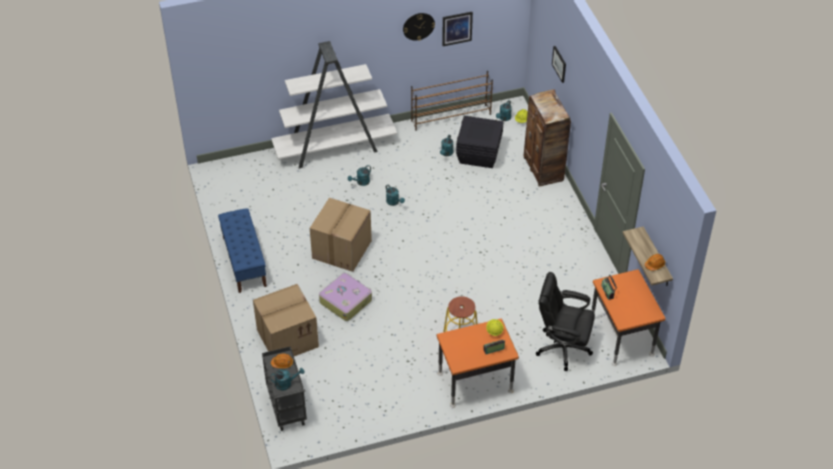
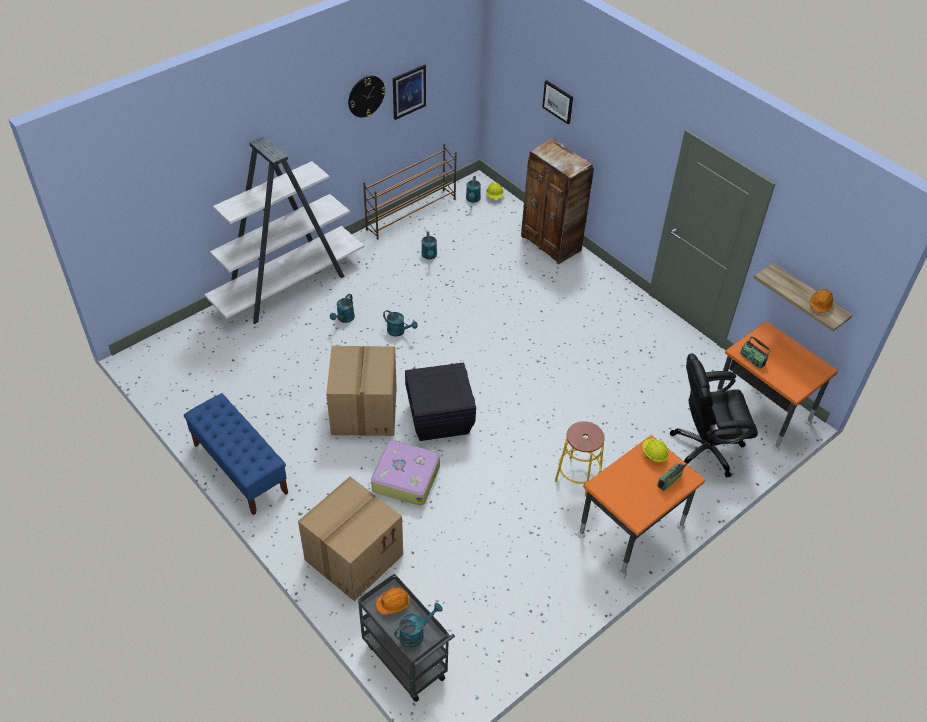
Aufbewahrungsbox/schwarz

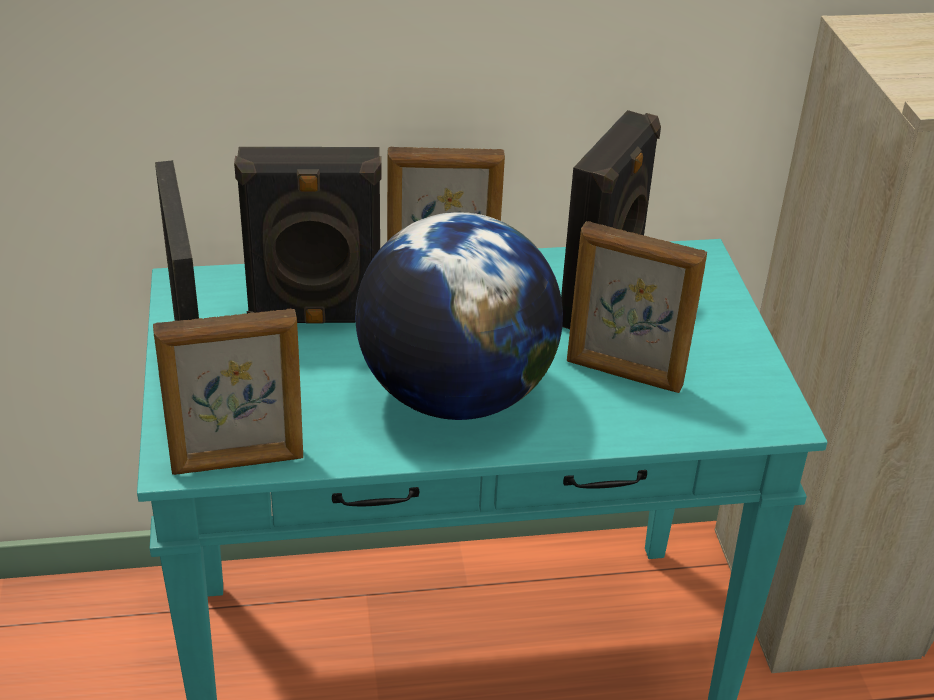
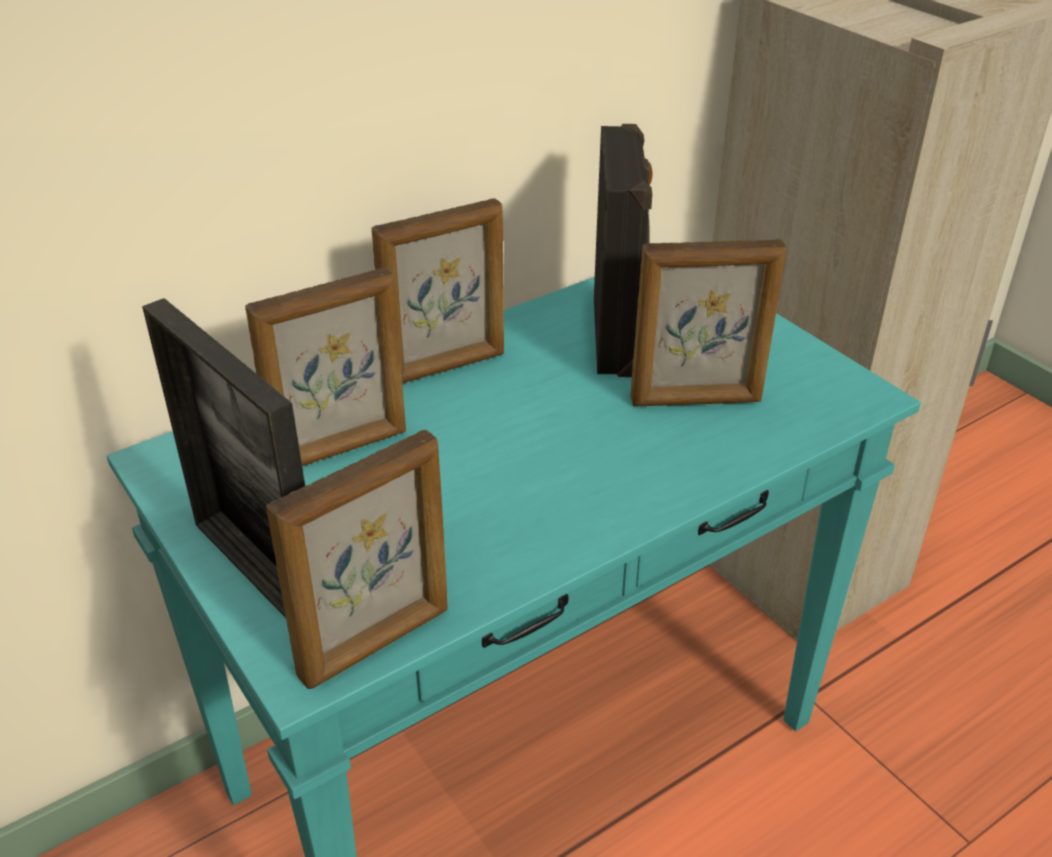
Globus
Bilderrahmen (no. 2 from left)

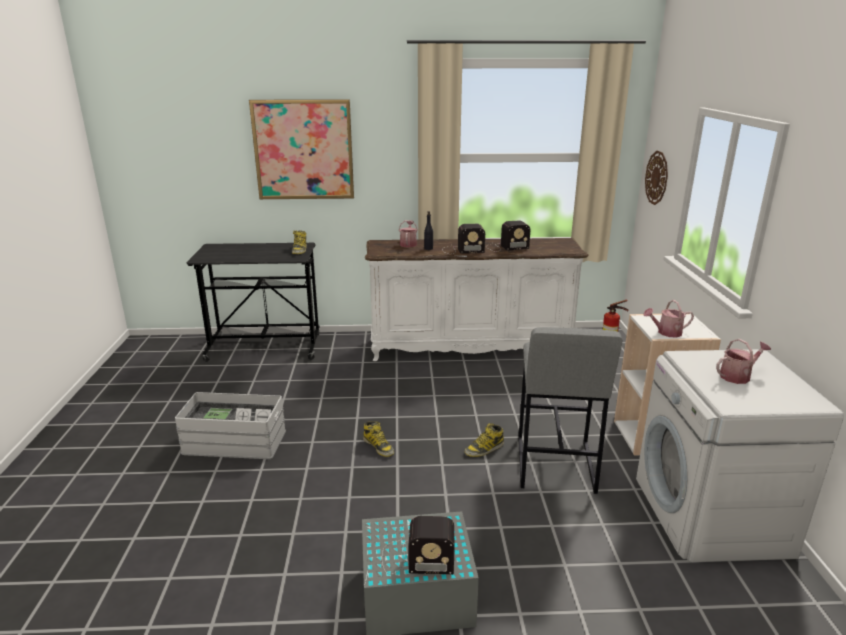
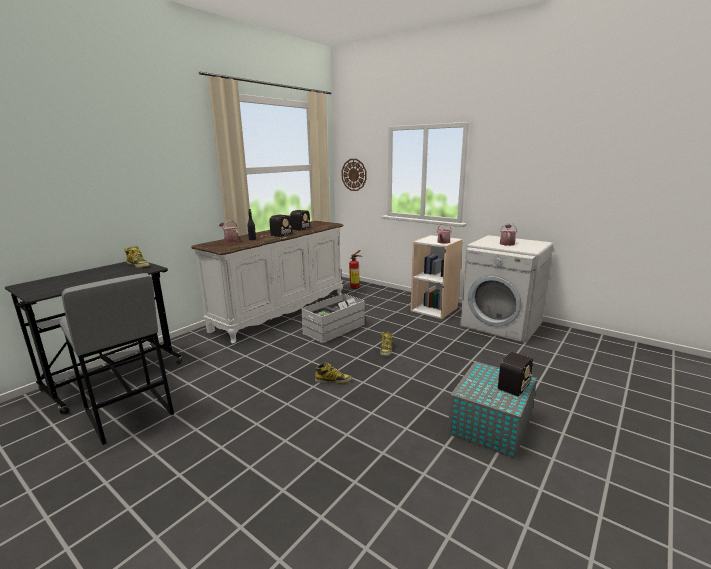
Bild
Aufbewahrungsbox/grau (no. 1 from left)
Hocker/grau

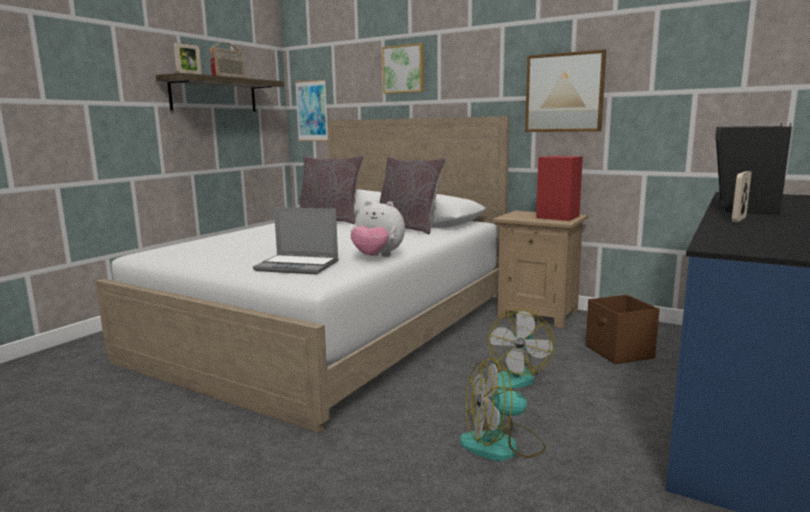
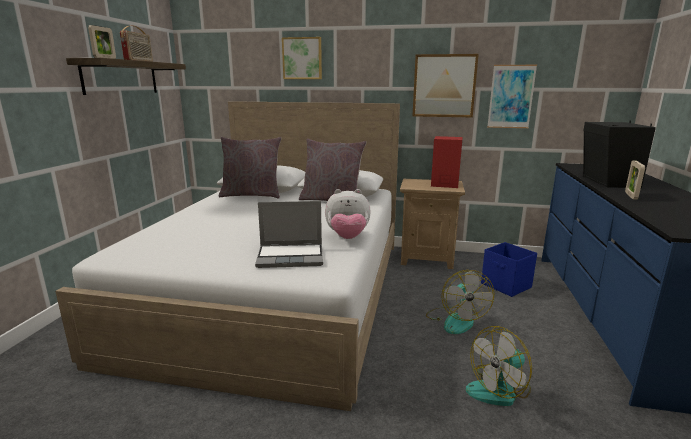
Bild (no. 3 from left)
Aufbewahrungsbox/blau

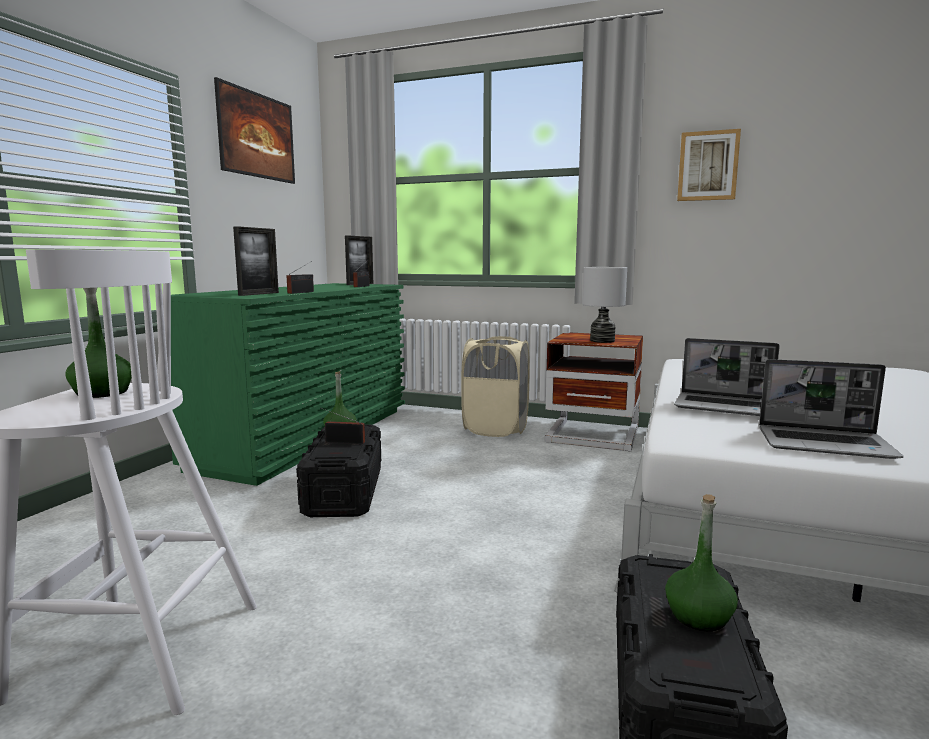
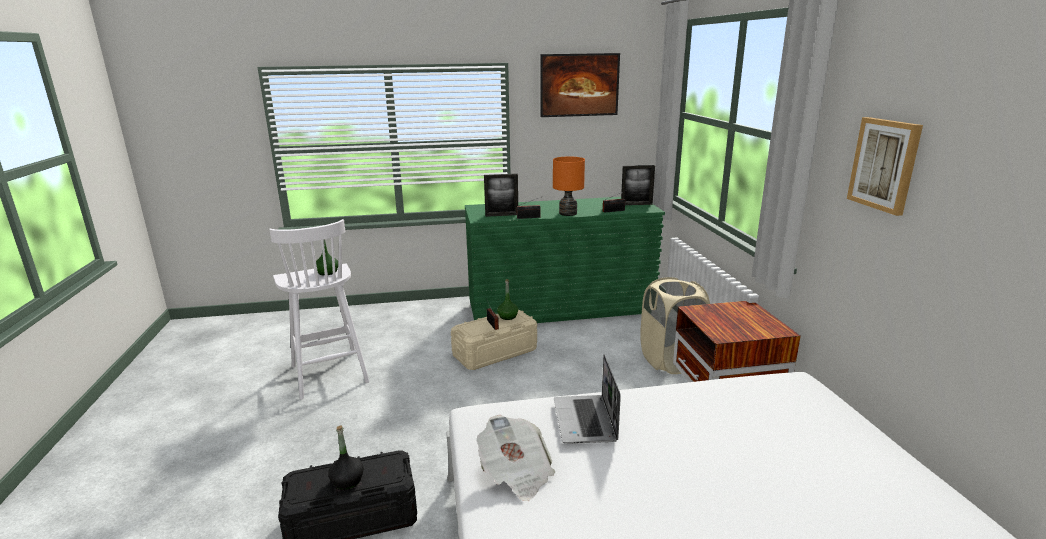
Tischlampe/grau
Tischlampe/orange
Zeitung
Aufbewahrungsbox/beige
Flasche/schwarz

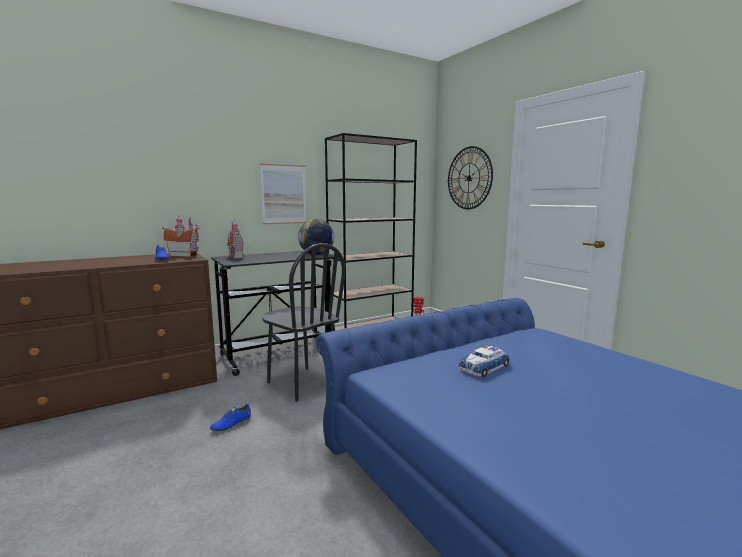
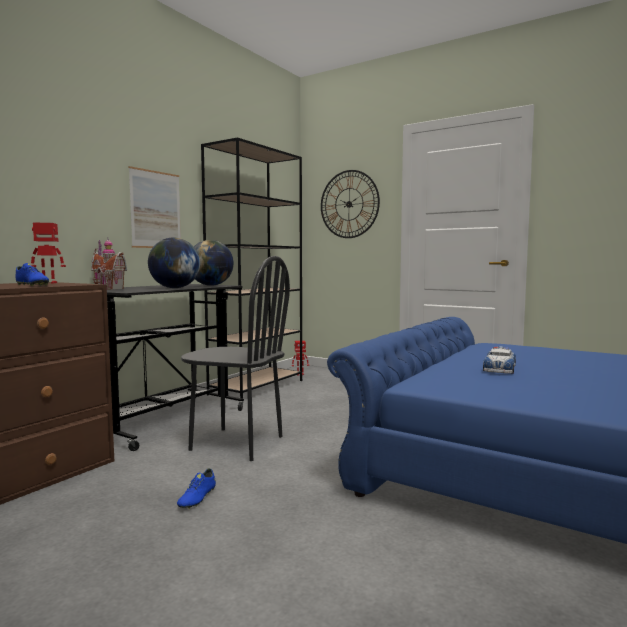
Globus (no. 1 from left)
Spielzeugroboter (no. 1 from left)

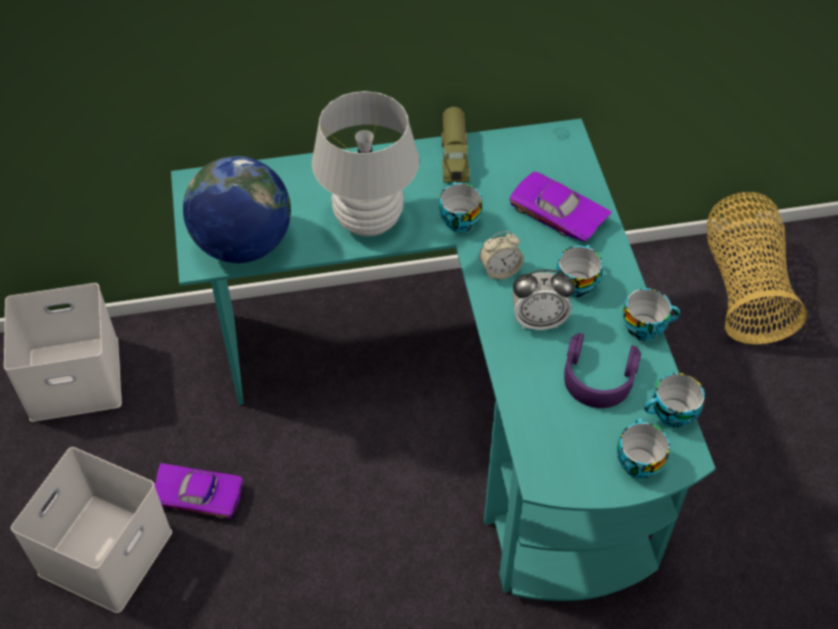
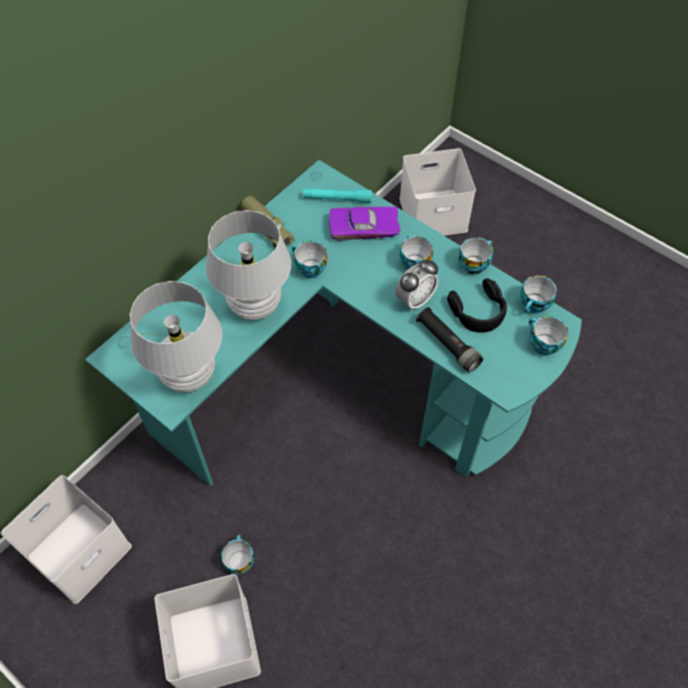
Wecker (no. 1 from left in the first image)
Taschenlampe/türkis
Taschenlampe/schwarz
Tasse (no. 1 from left)
Tischlampe/weiß (no. 1 from left)
Aufbewahrungsbox/weiß (no. 3 from left)
Kopfhörer/schwarz

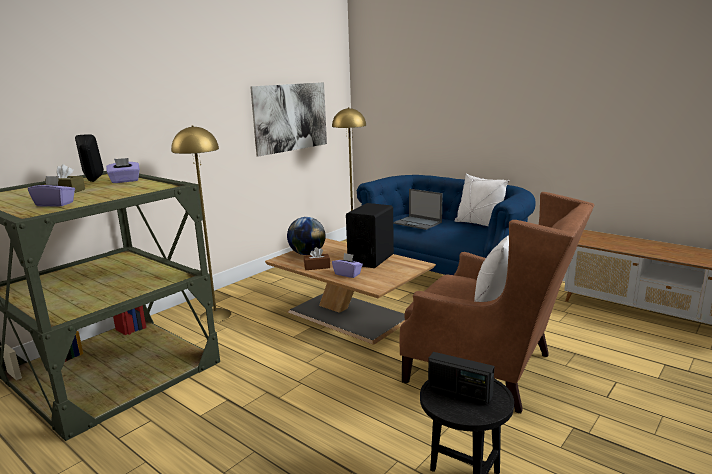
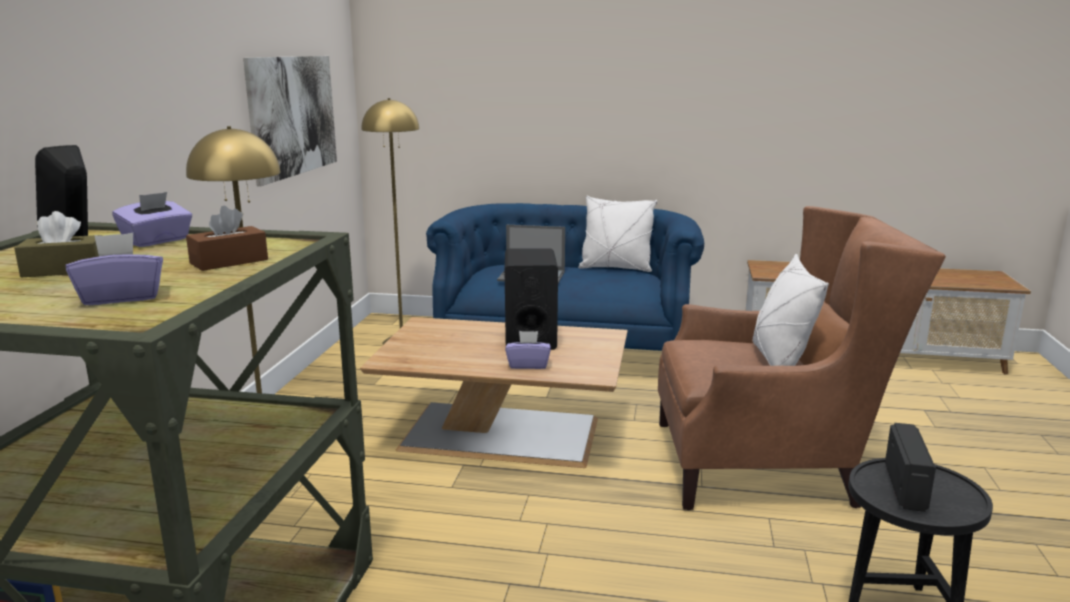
Globus
Taschentuchbox/braun (no. 2 from left)
Radio

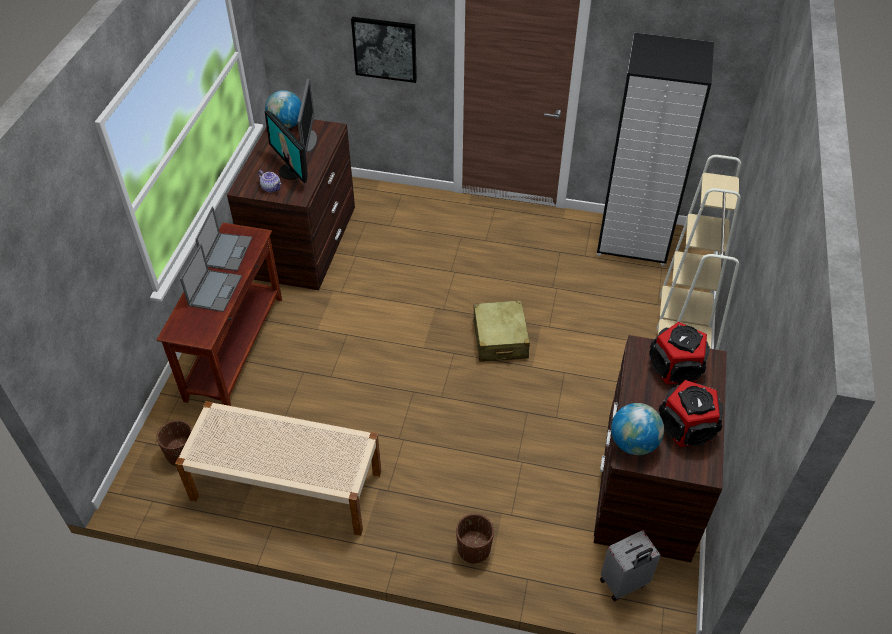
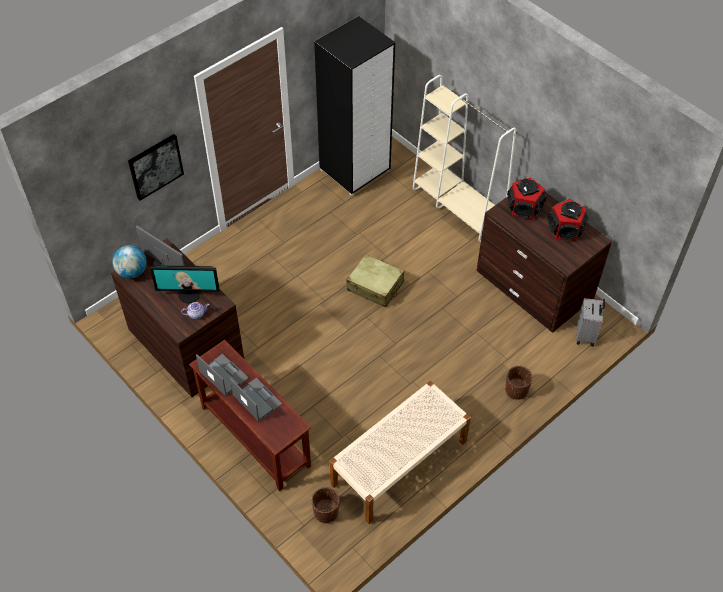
Globus (no. 2 from left in the first image)

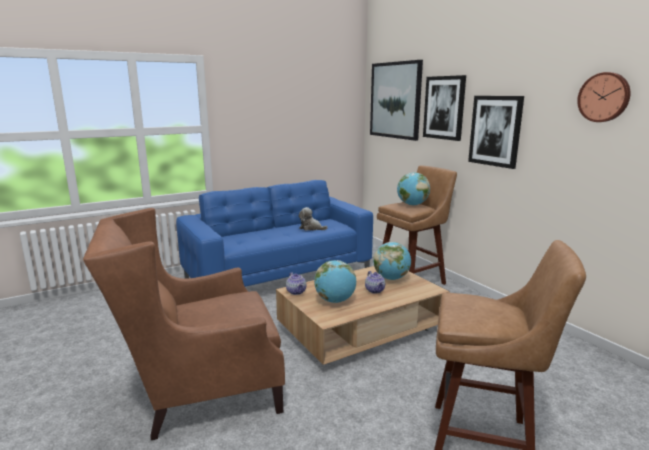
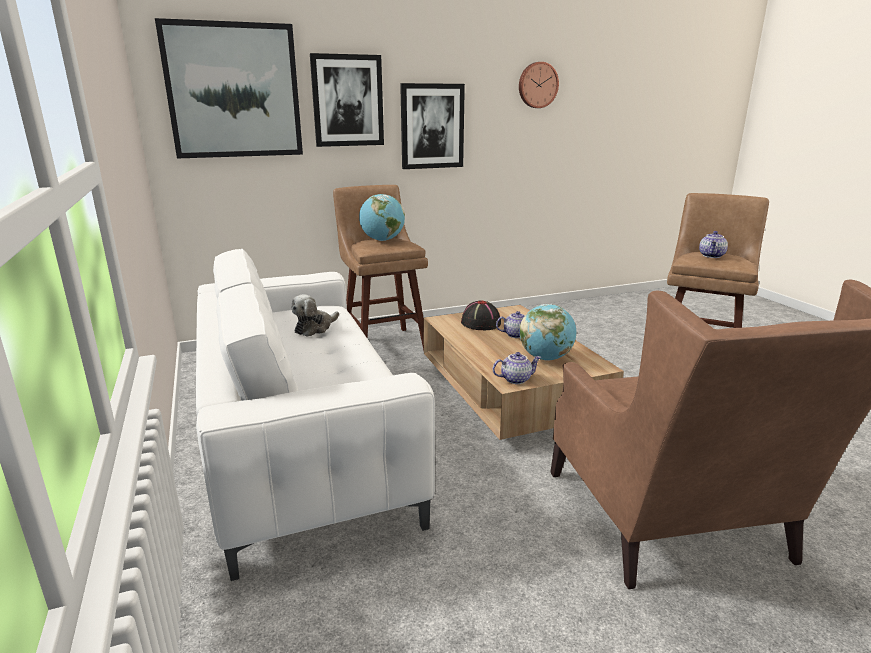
Teekanne (no. 3 from left)
Hut/schwarz
Sofa/weiß

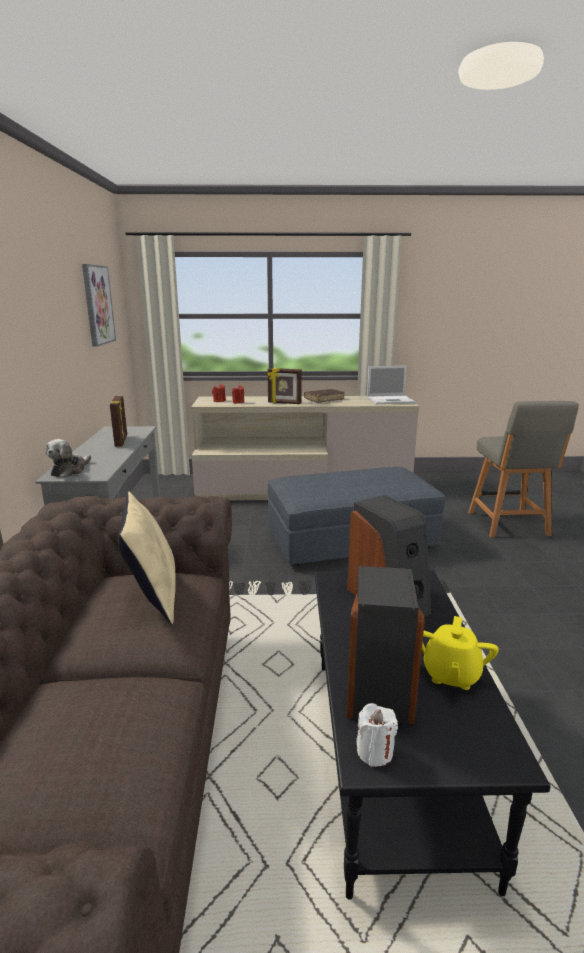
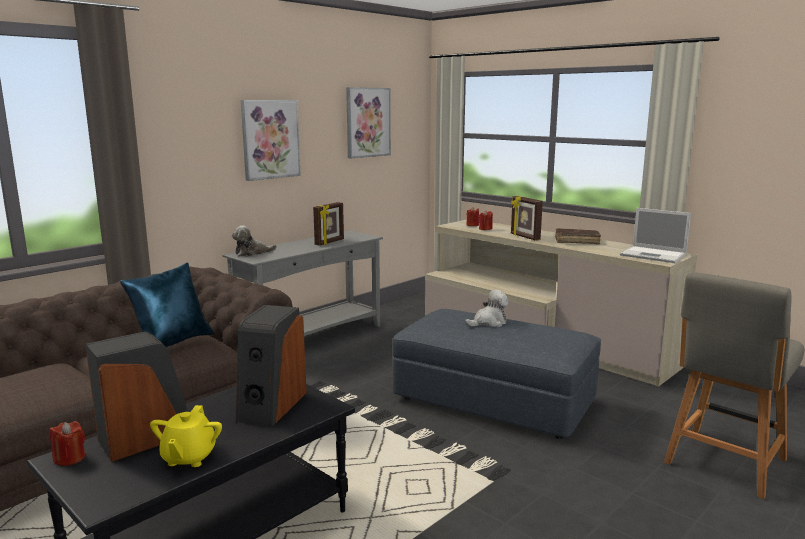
Bild (no. 1 from left)
Plüschtier (no. 2 from left)
Kissen/blau
Kerze/rot (no. 1 from left)
Teekanne/gelb

